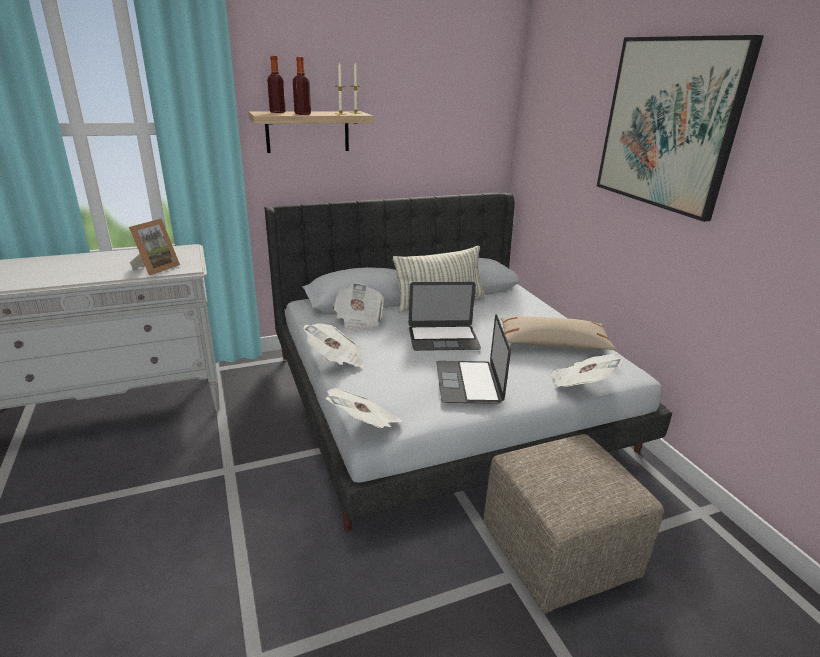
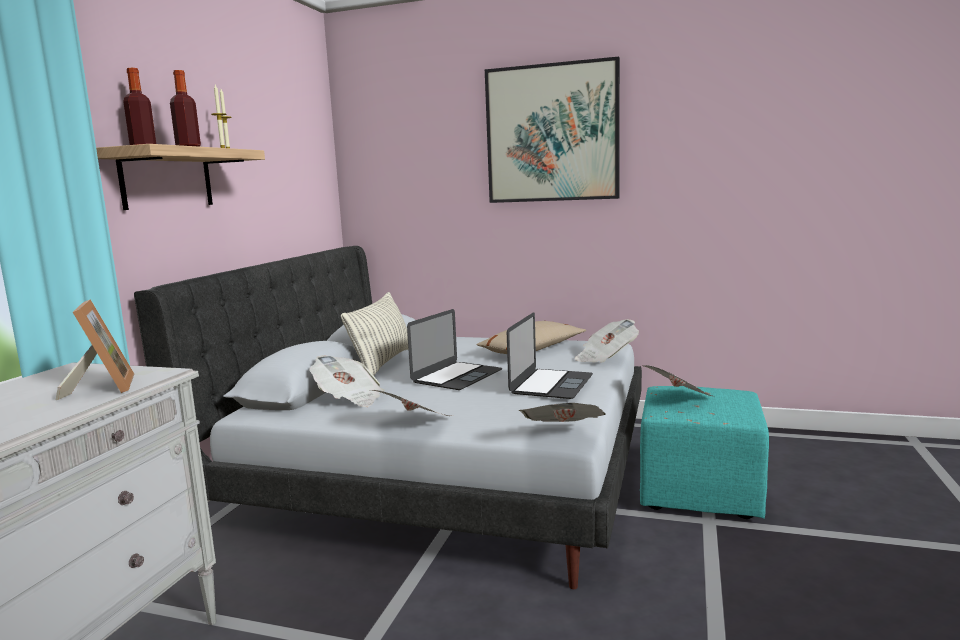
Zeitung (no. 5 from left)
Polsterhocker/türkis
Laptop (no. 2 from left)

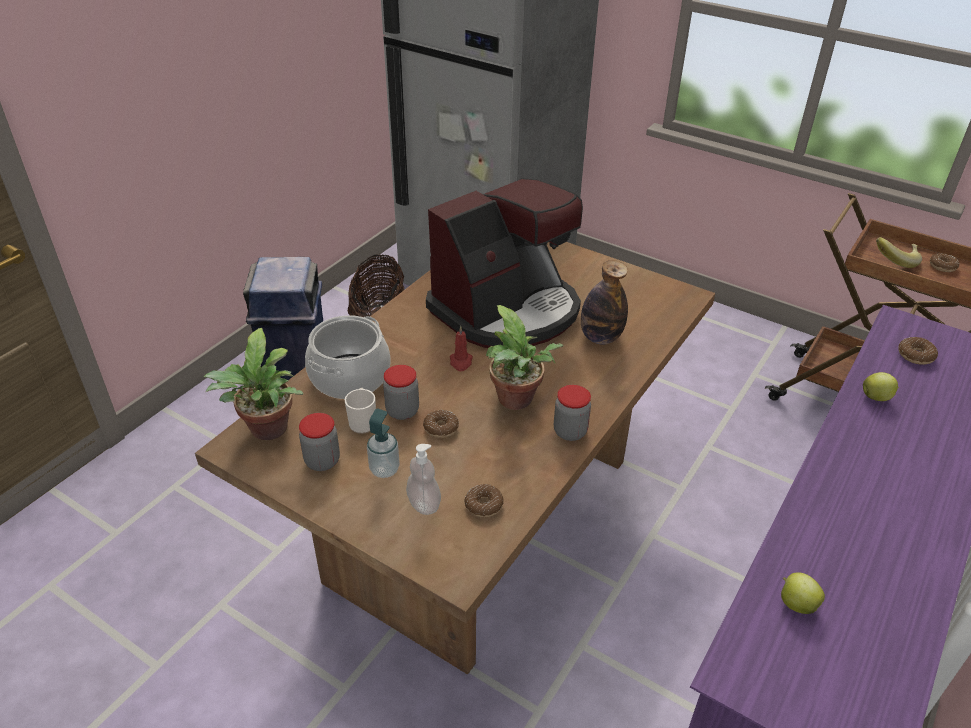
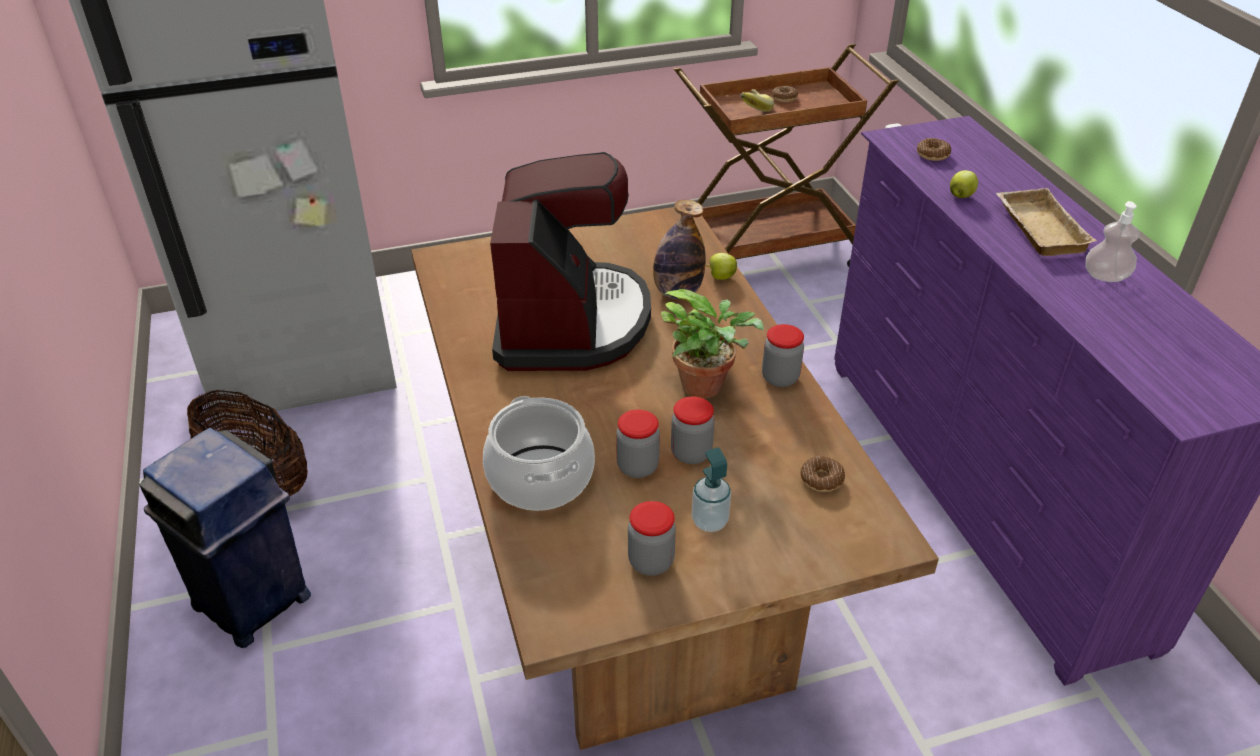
Topfpflanze (no. 1 from left in the first image)
Henkelbecher
Kerze/rot
Tablett/beige
Seifenspender (no. 2 from left)
Apfel (no. 1 from left)
Vorratsglas (no. 3 from left)

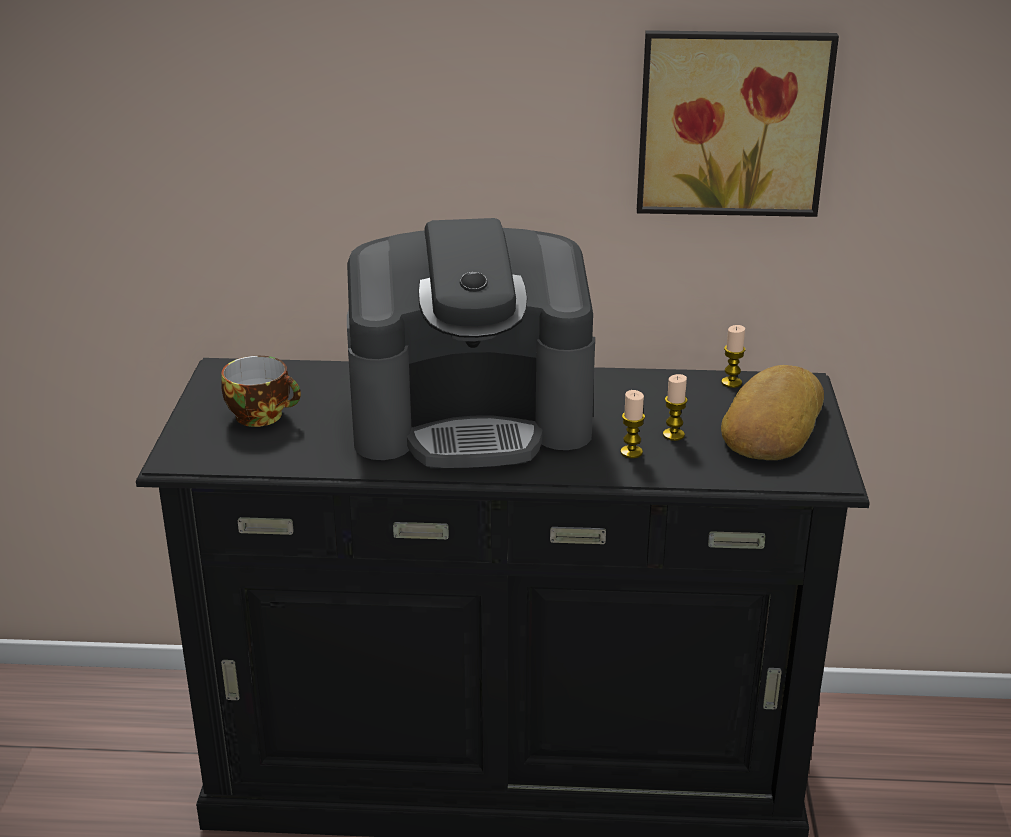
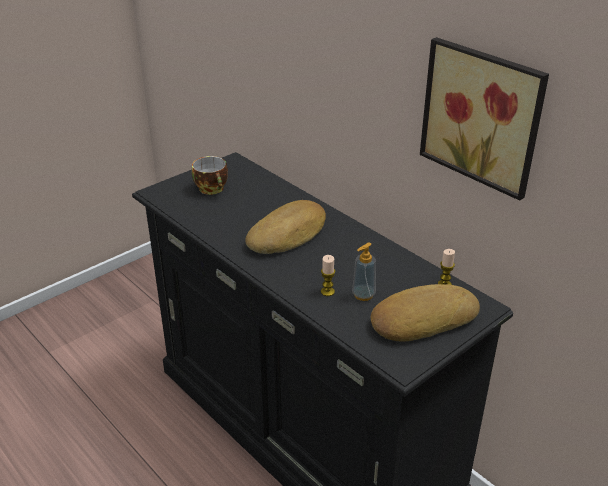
Brot (no. 1 from left)
Seifenspender

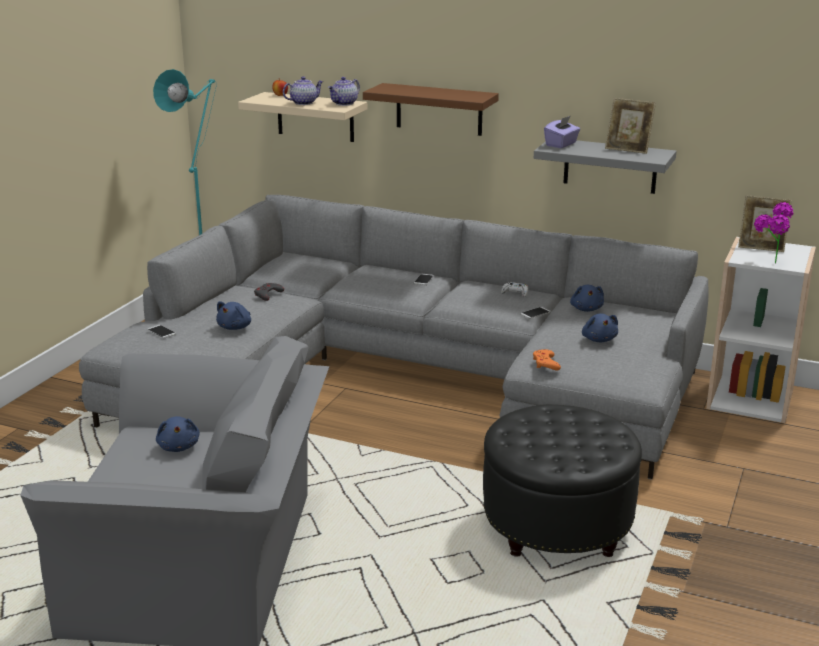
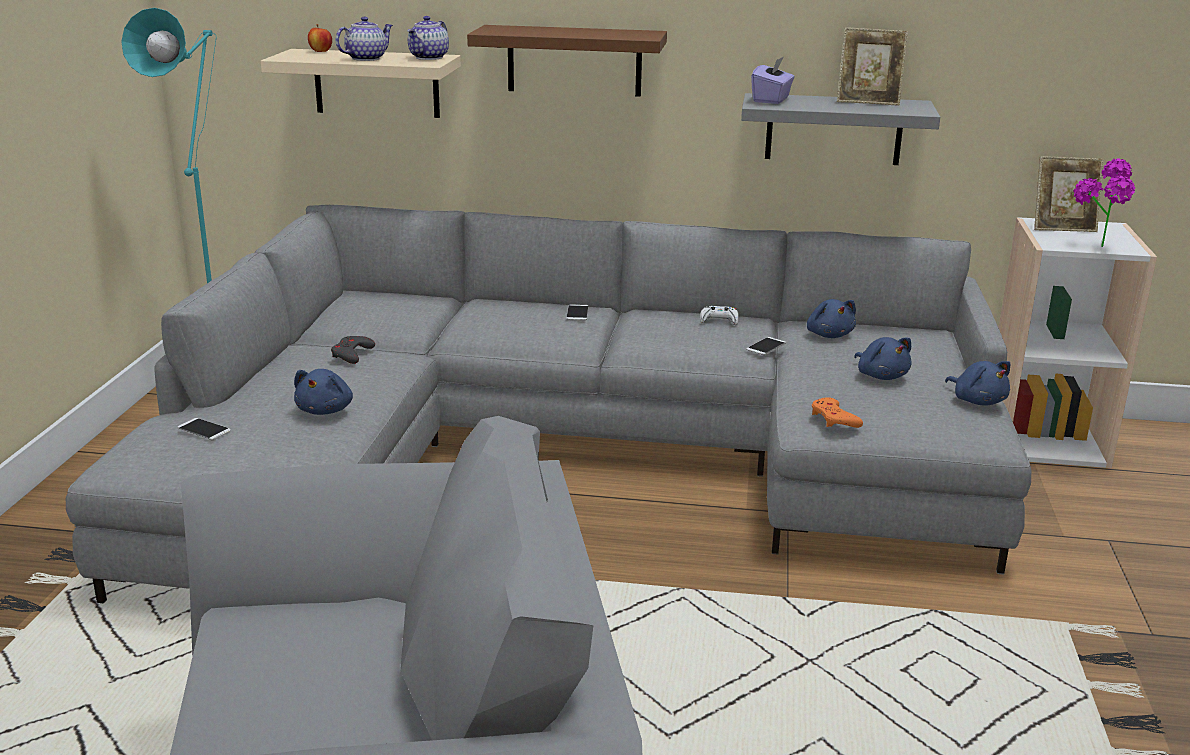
Polsterhocker/schwarz
Plüschtier/blau (no. 4 from left)

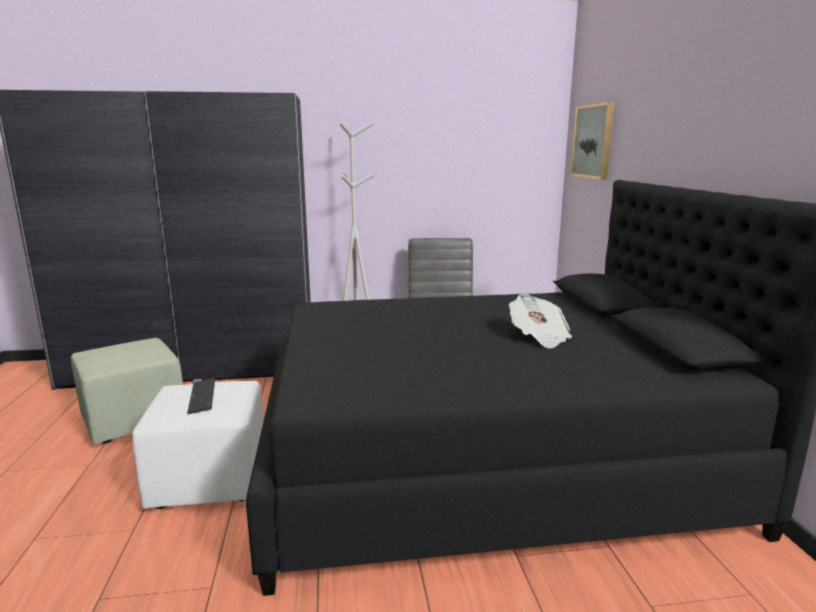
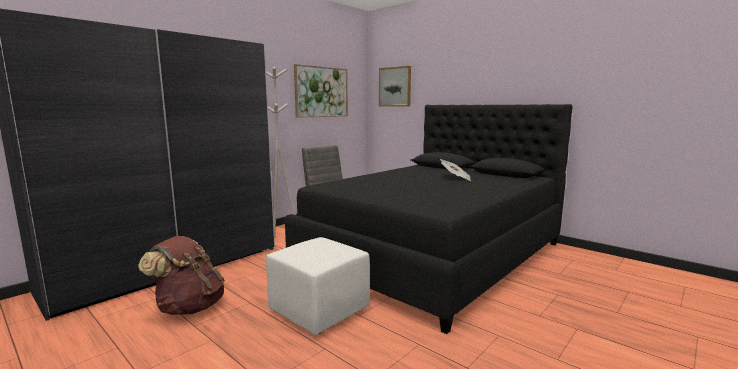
Tastatur
Bild (no. 1 from left)
Rucksack/braun

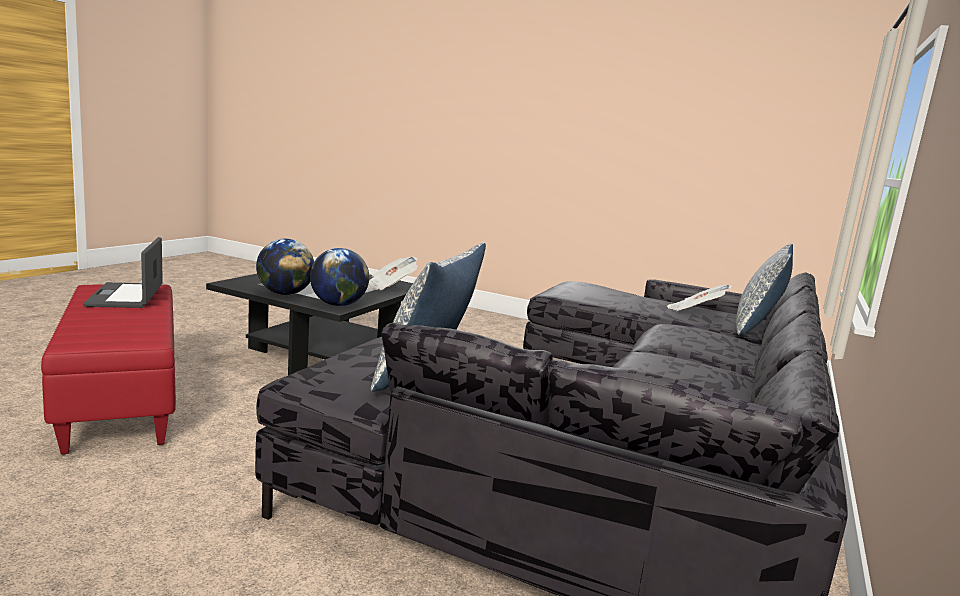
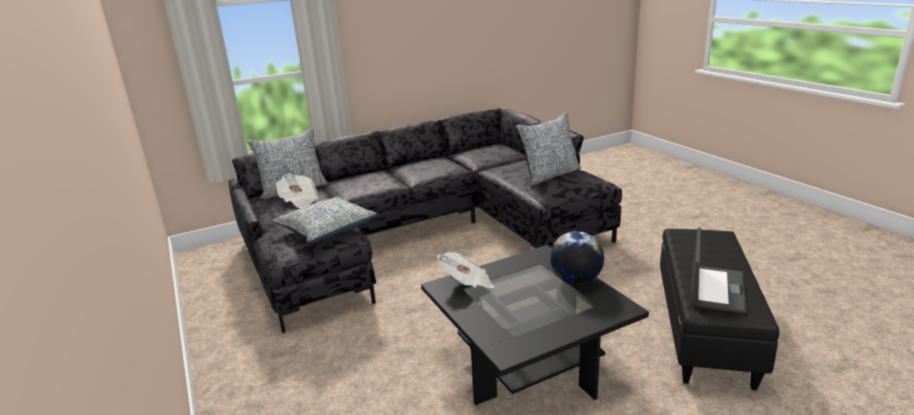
Globus (no. 2 from left in the first image)
Kissen (no. 2 from left)
Polsterhocker/schwarz

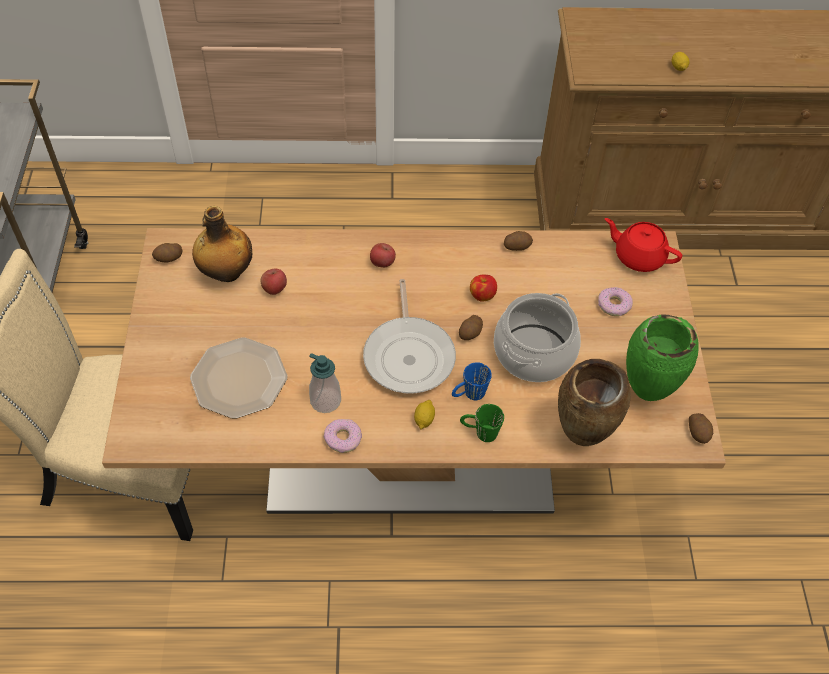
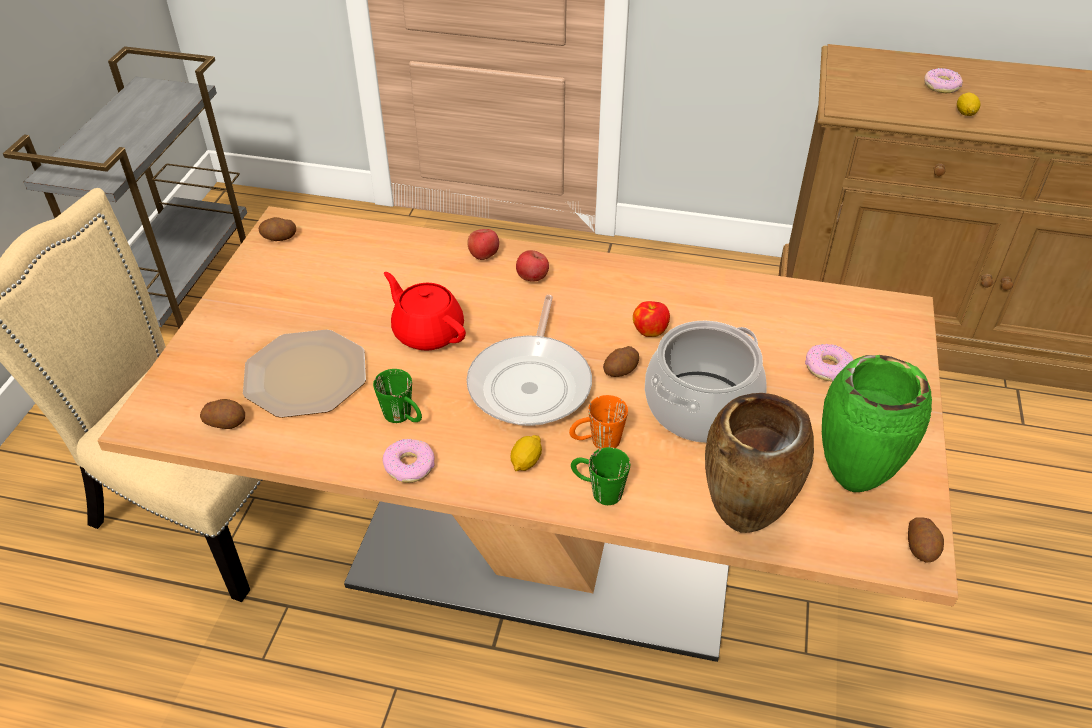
Flasche
Donut (no. 3 from left)
Apfel (no. 1 from left)
Kartoffel (no. 1 from left)
Teekanne/rot
Henkelbecher/grün (no. 1 from left)
Henkelbecher/orange

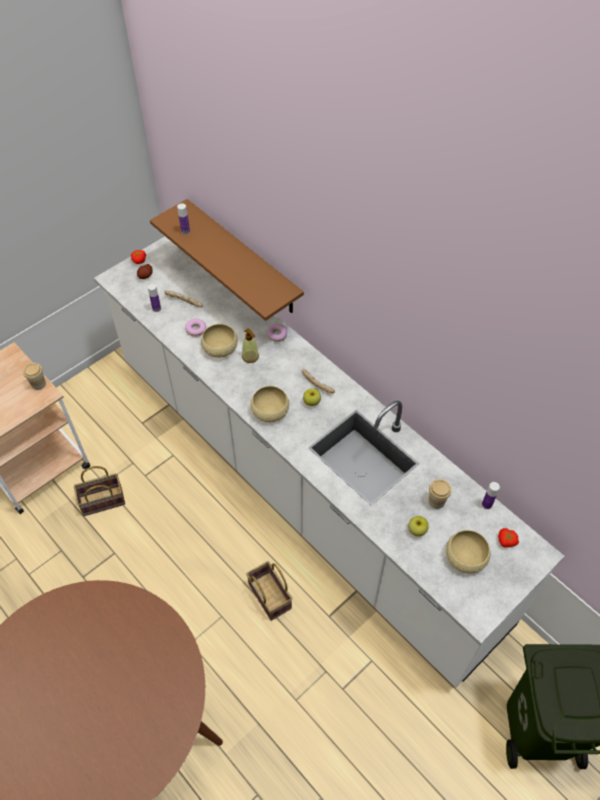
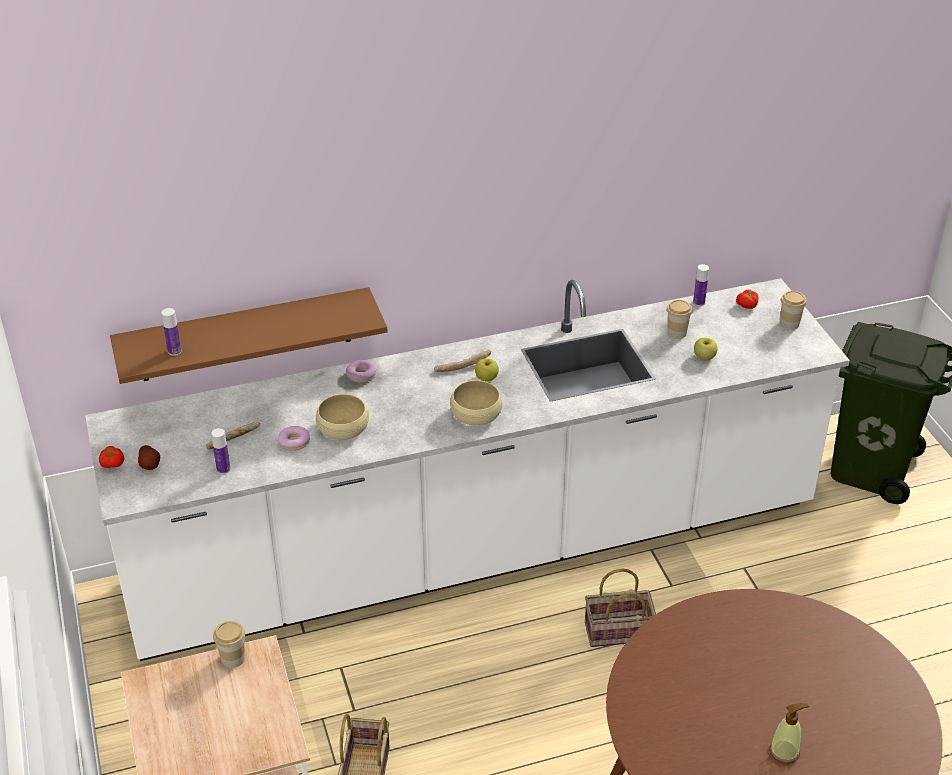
Schüssel/beige (no. 3 from left in the first image)
Tasse (no. 3 from left)
Seifenspender

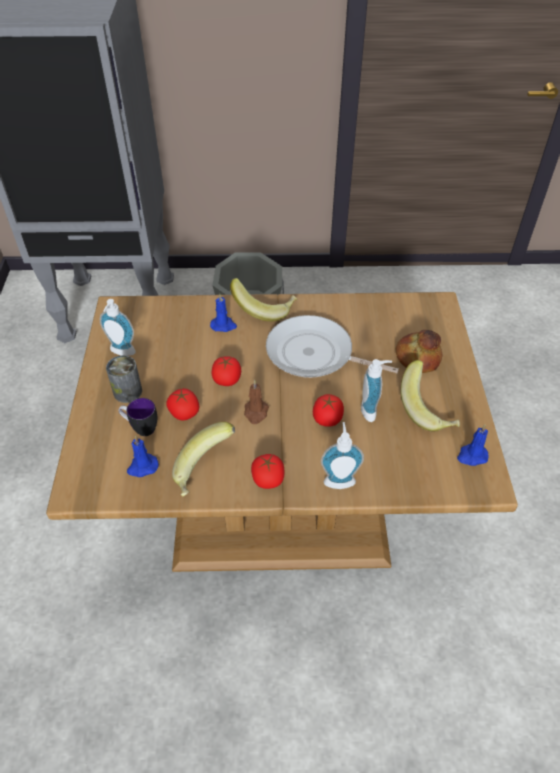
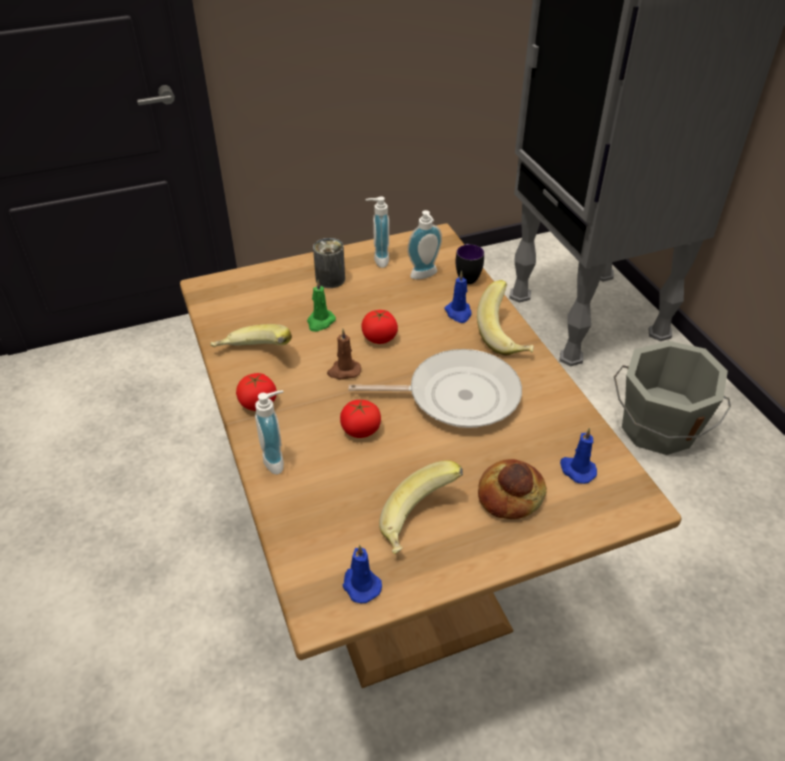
Henkelbecher
Kerze/blau (no. 3 from left)
Seifenspender (no. 3 from left)
Kerze/grün
Pfanne

